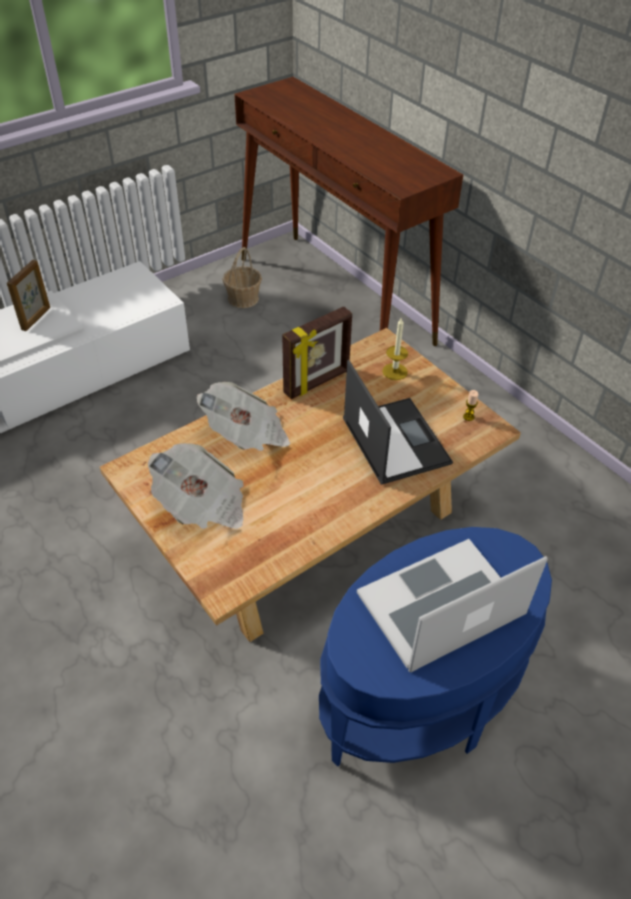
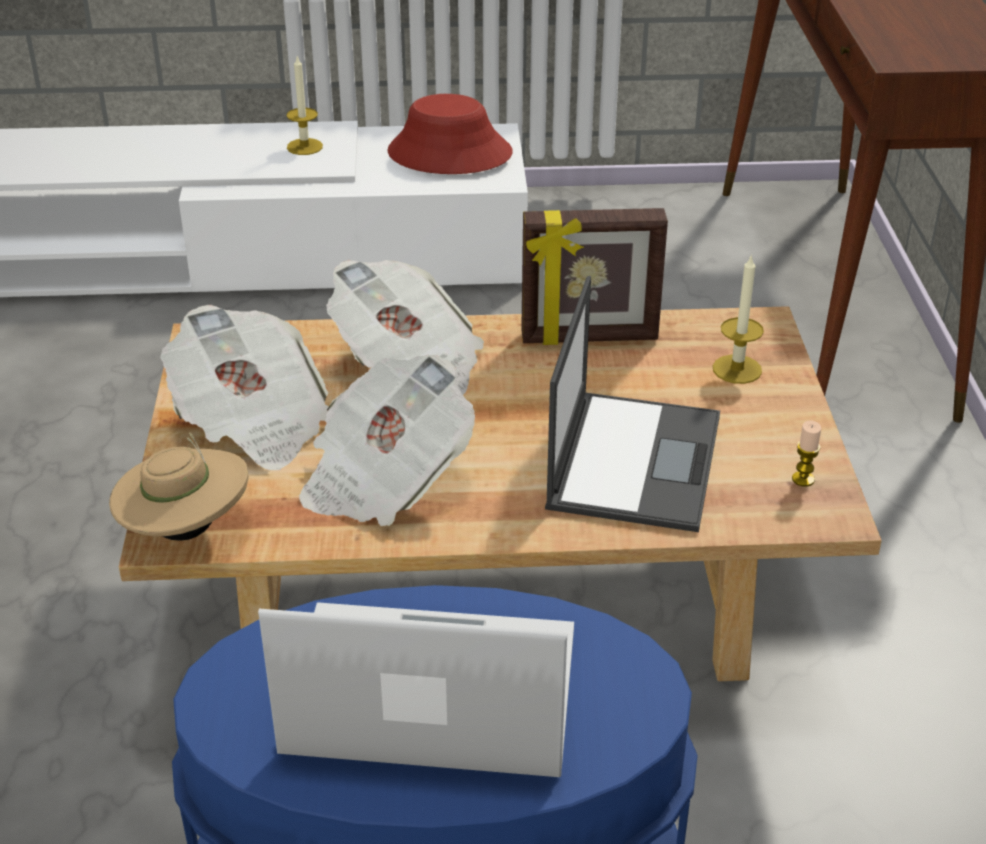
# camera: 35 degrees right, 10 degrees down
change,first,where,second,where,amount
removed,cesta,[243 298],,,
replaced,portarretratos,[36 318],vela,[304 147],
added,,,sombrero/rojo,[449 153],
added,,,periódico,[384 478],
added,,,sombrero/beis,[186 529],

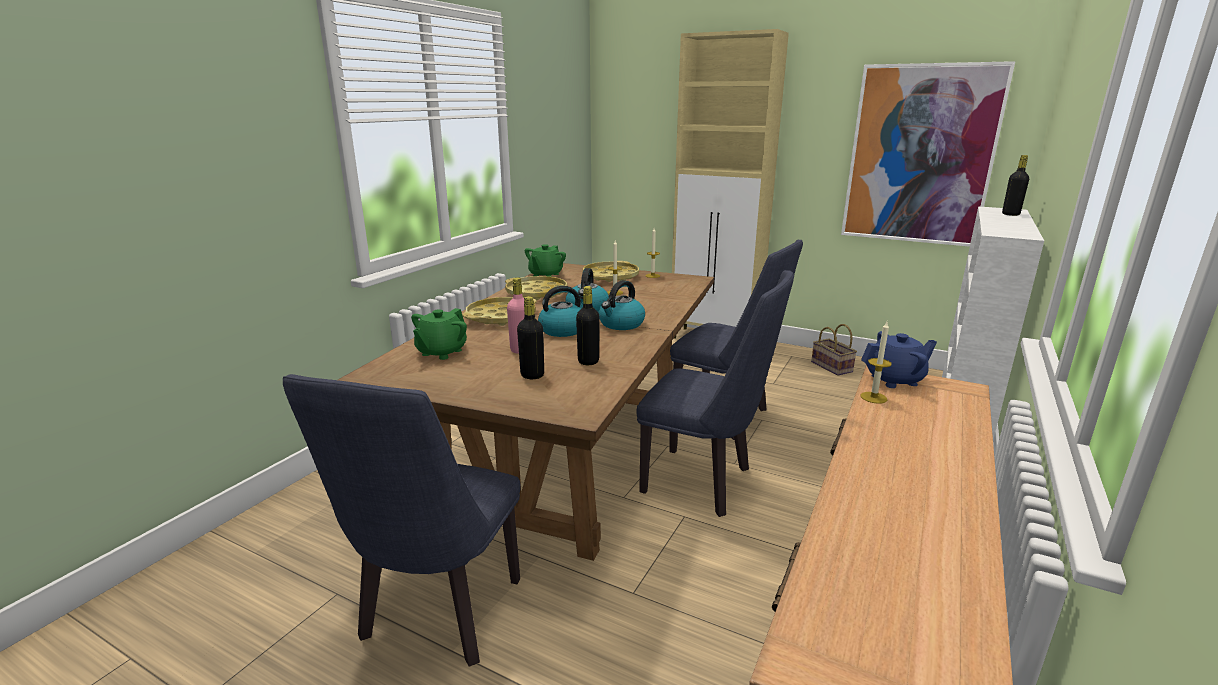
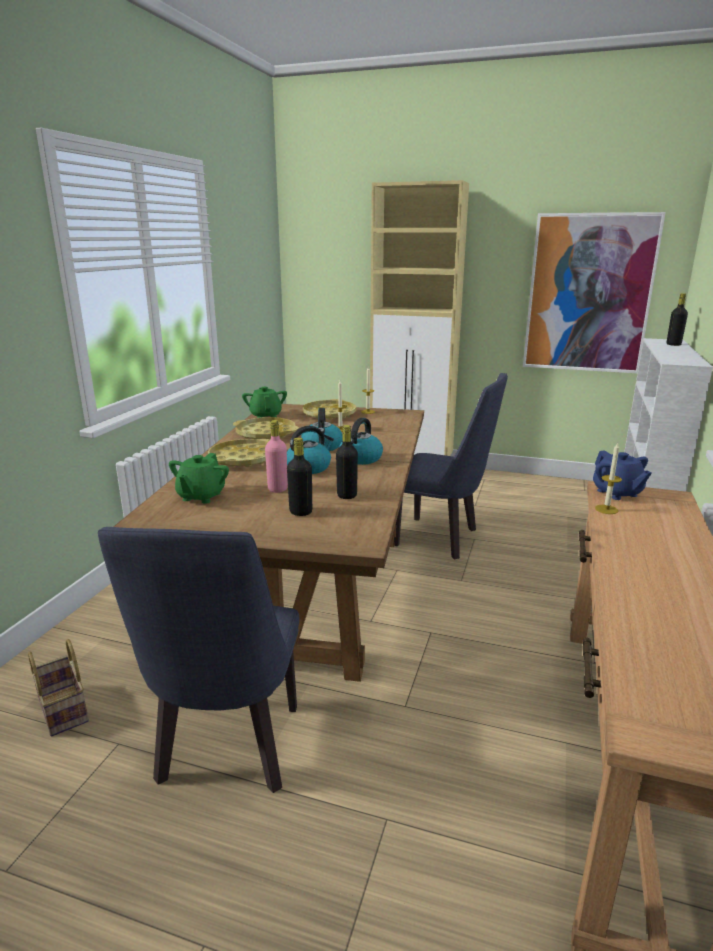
# camera: 10 degrees left, 0 degrees up
change,first,where,second,where,amount
turned,tetera/verde,[545 275],,[266 416],150 degrees clockwise
removed,silla/azul,[706 483],,,
moved,cesta,[833 367],,[65 710],
turned,tetera/azul,[895 380],,[617 493],90 degrees clockwise

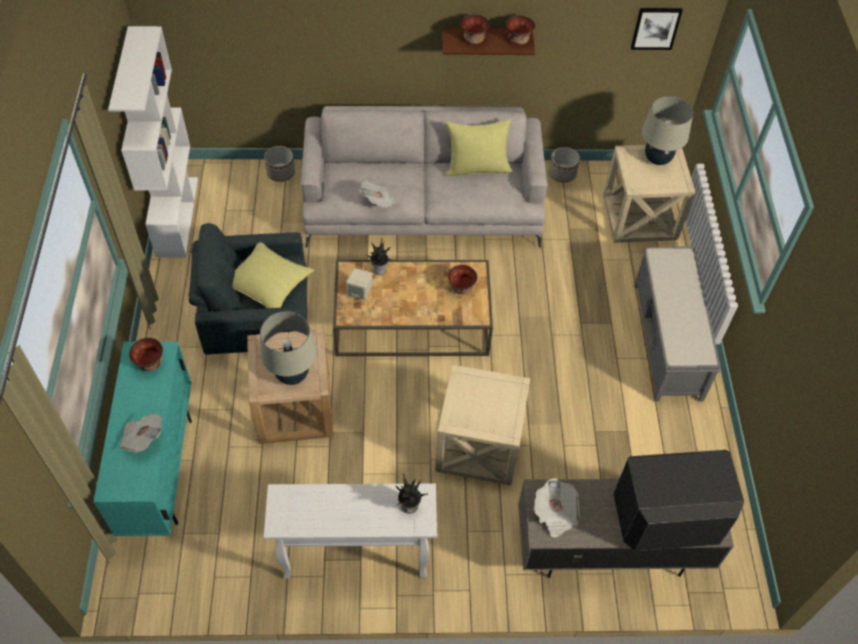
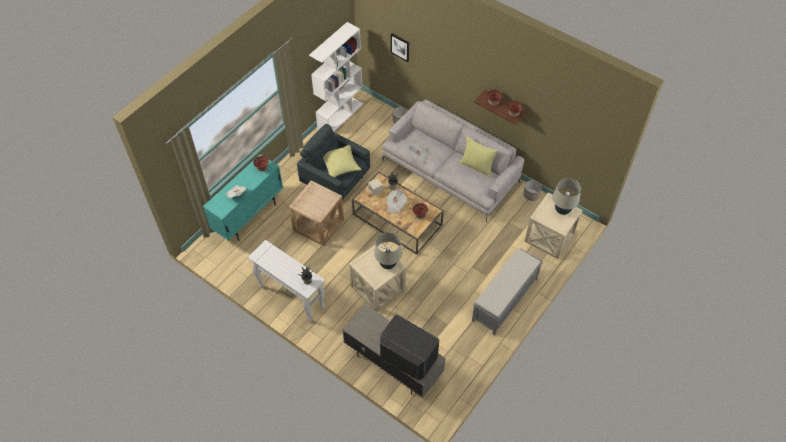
# camera: 40 degrees right, 0 degrees up
change,first,where,second,where,amount
moved,cuadro,[655 28],,[400 47],
moved,lámpara de mesa/beis,[292 375],,[388 264],
moved,periódico,[555 514],,[395 205],

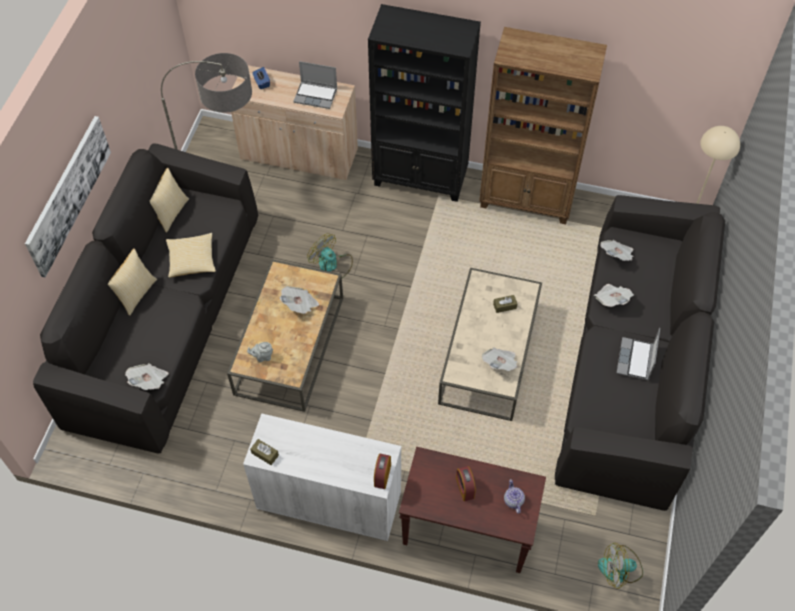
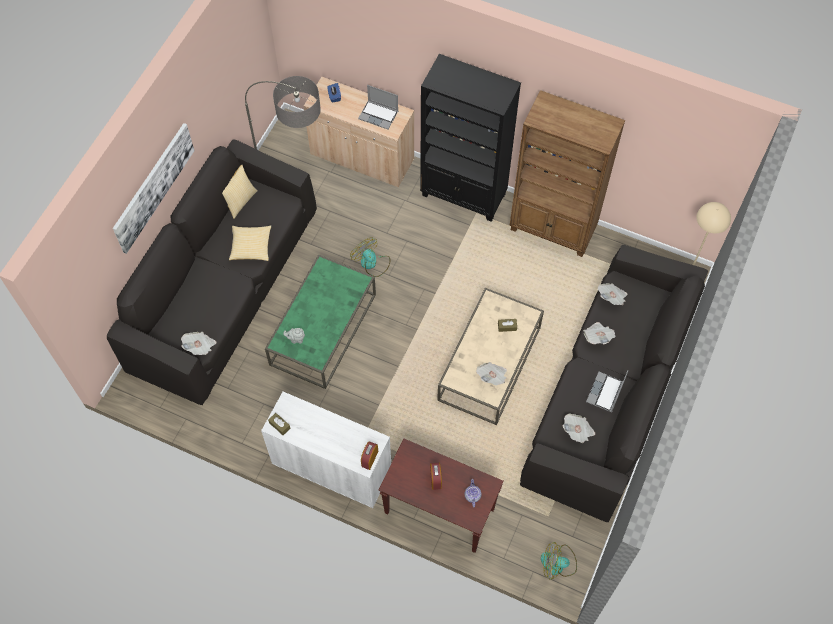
# camera: 10 degrees right, 5 degrees up
change,first,where,second,where,amount
removed,cojín,[136 294],,,
recoloured,mesa de centro/marrón,[289 345],mesa de centro/verde,[322 329],
moved,periódico,[300 305],,[577 431],

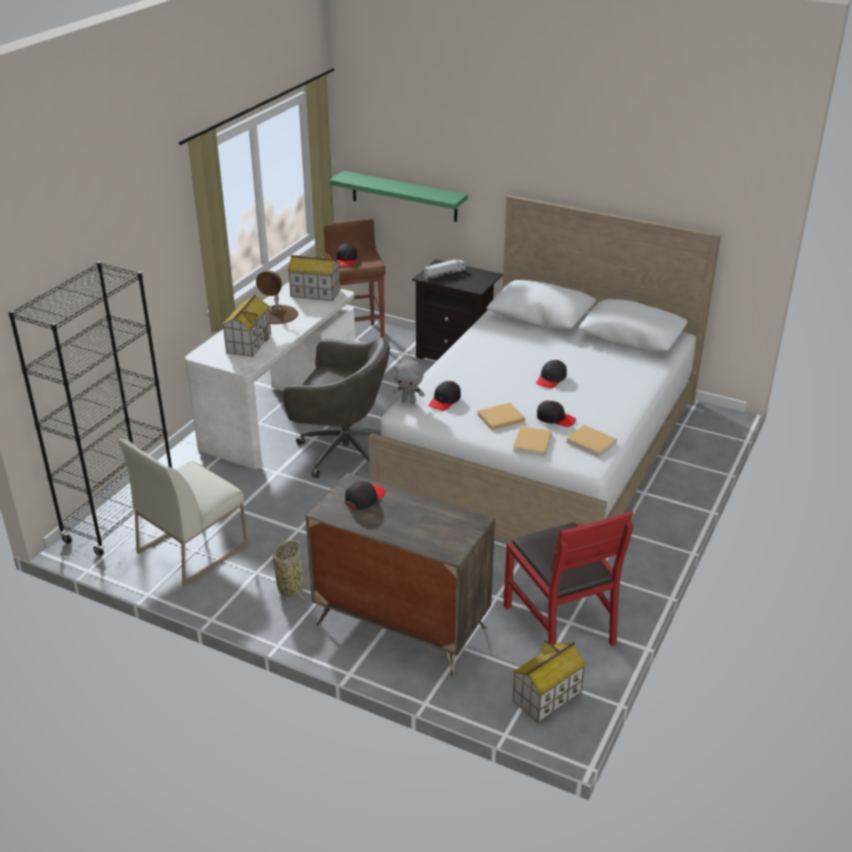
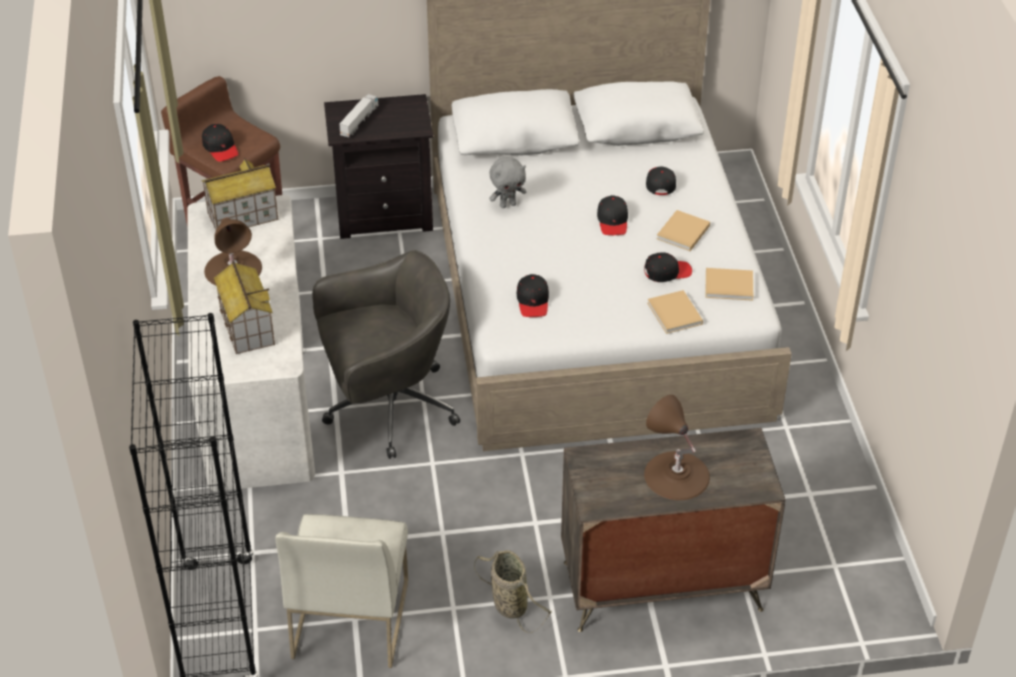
# camera: 35 degrees left, 10 degrees up
change,first,where,second,where,amount
removed,estante/verde,[404 196],,,
moved,peluche/gris,[409 401],,[508 204],
moved,libro/beis,[499 418],,[682 233],
moved,gorra/negro,[365 498],,[660 183],
removed,silla/rojo,[560 623],,,
removed,casita,[547 697],,,
added,,,lámpara de mesa/marrón,[676 475],

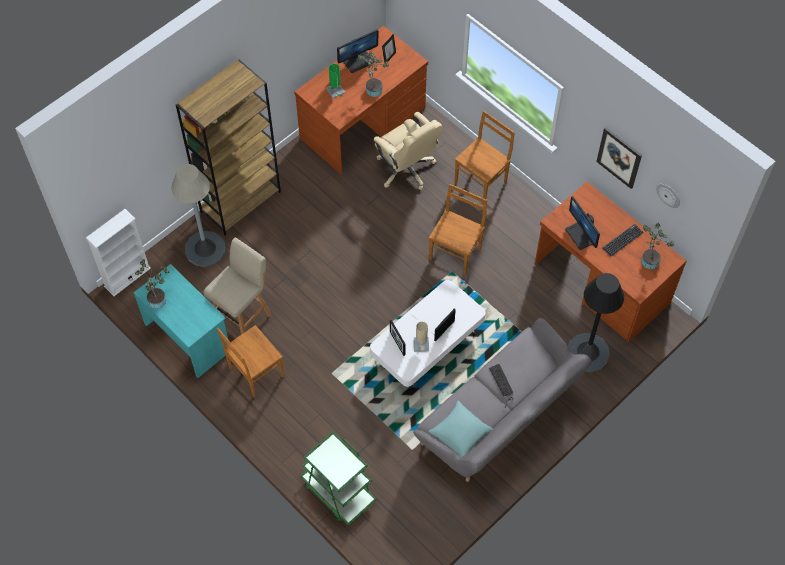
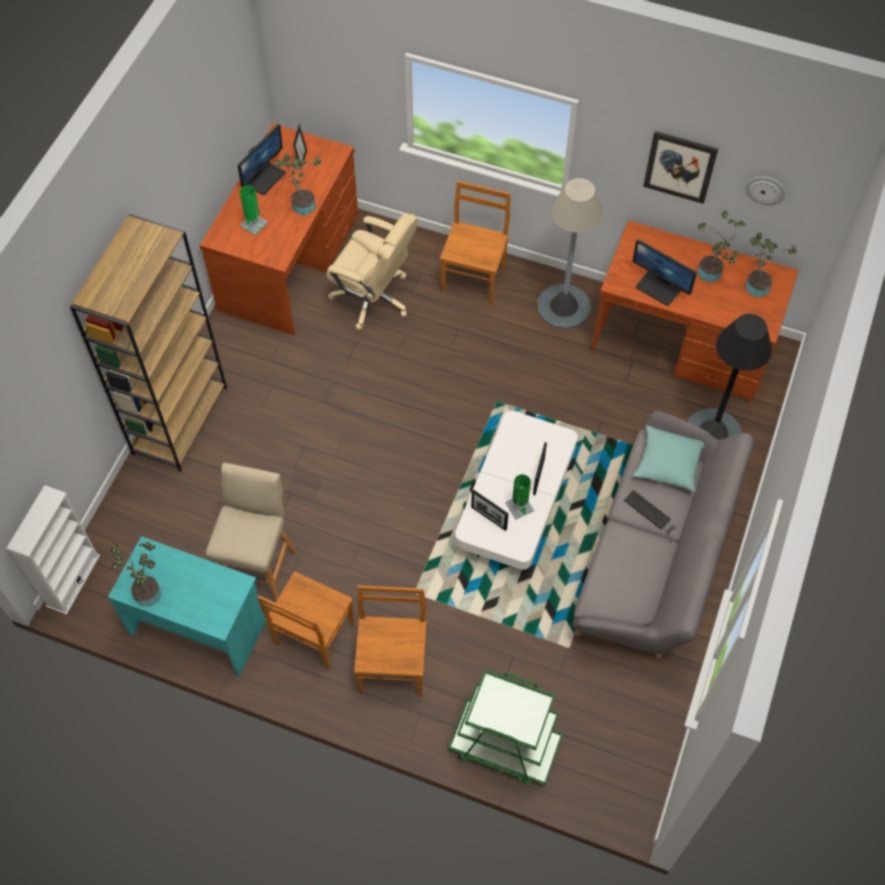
# camera: 25 degrees left, 0 degrees up
change,first,where,second,where,amount
moved,lámpara de pie/gris,[205 249],,[563 307],
moved,silla/marrón,[456 253],,[393 666],
replaced,teclado,[622 240],planta en maceta,[711 274],
recoloured,lámpara de mesa/beis,[421 344],lámpara de mesa/verde,[519 506],
moved,cojín/turquesa,[460 433],,[668 464],

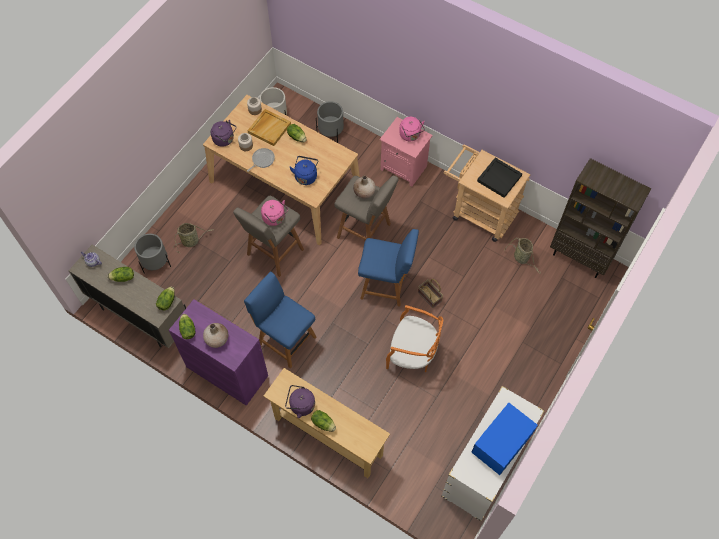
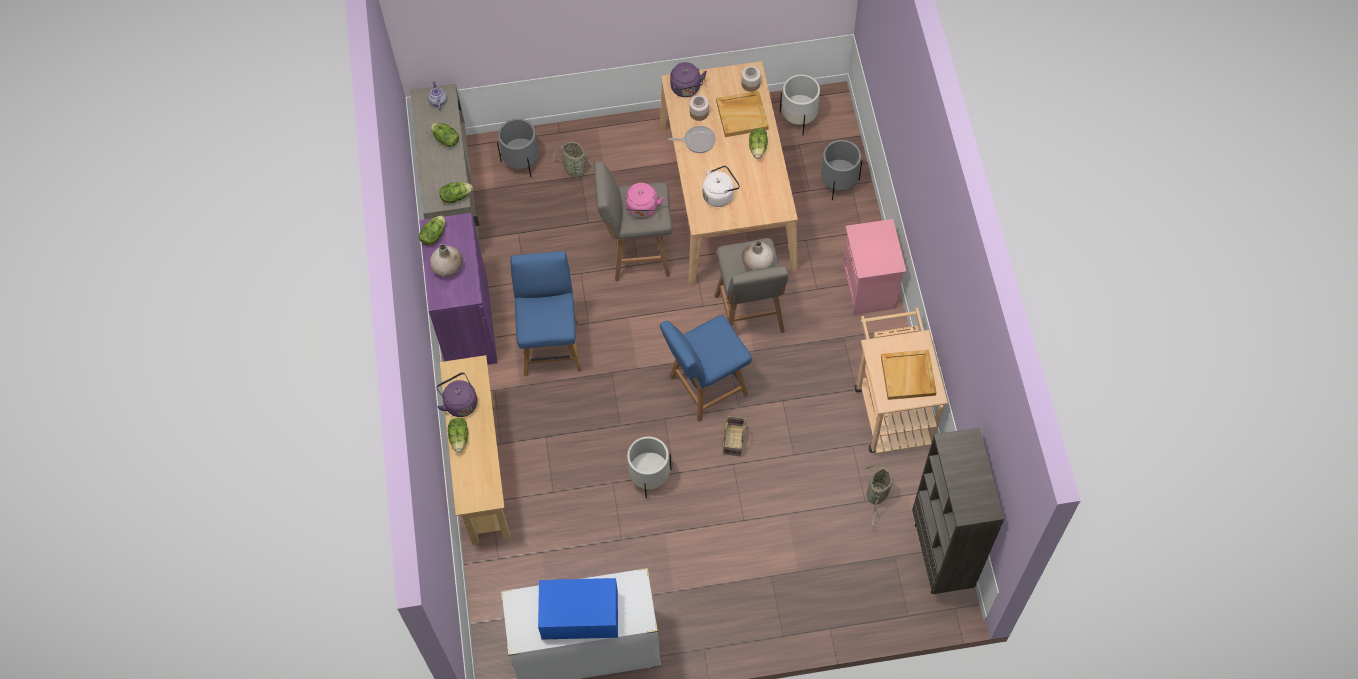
# camera: 50 degrees right, 0 degrees up
change,first,where,second,where,amount
removed,hervidor/rosa,[410 135],,,
recoloured,hervidor/azul,[306 176],hervidor/blanco,[719 194],
recoloured,bandeja/negro,[499 178],bandeja/beis,[908 376],
turned,silla/azul,[386 285],,[705 387],90 degrees clockwise
replaced,silla/naranja,[412 354],maceta/blanco,[649 477],

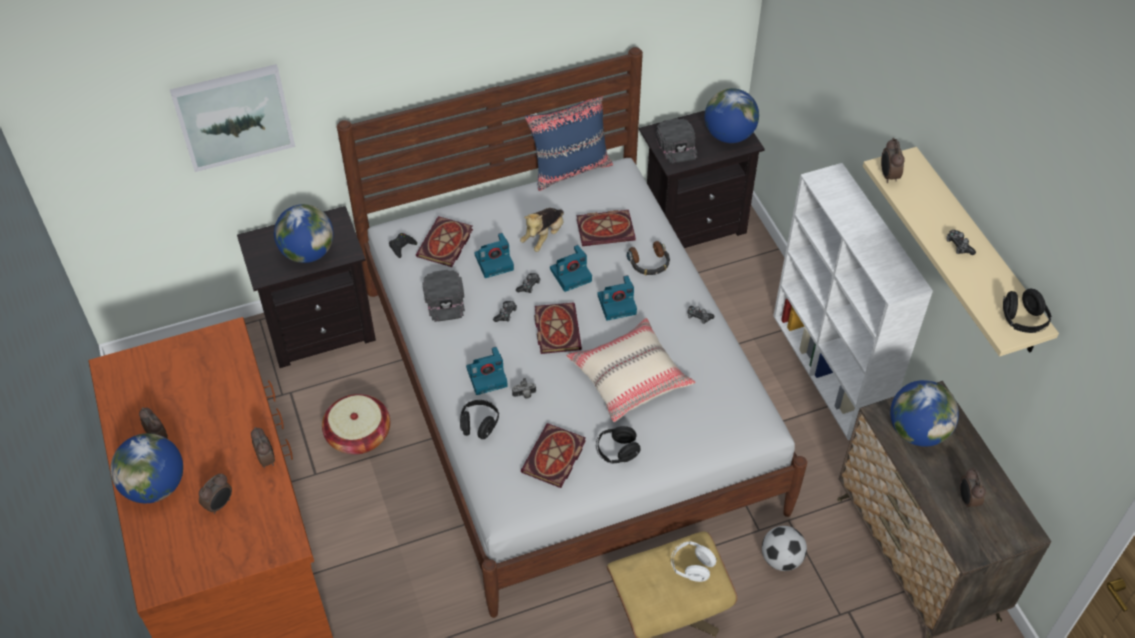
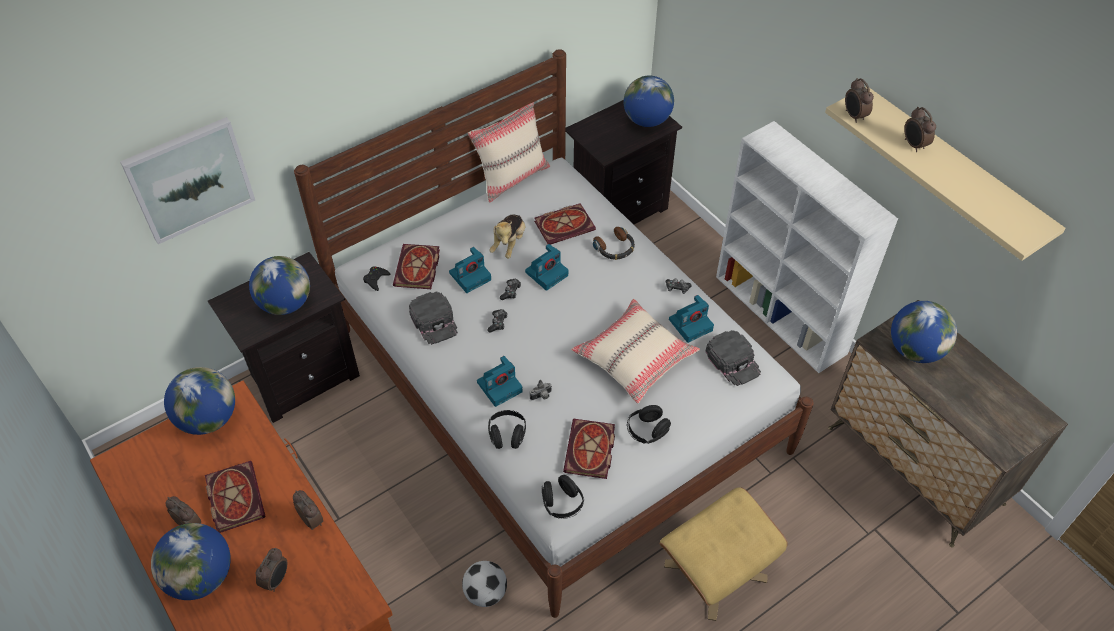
# camera: 15 degrees left, 0 degrees up
change,first,where,second,where,amount
recoloured,cojín/azul,[570 169],cojín/beis,[512 177],
moved,gorra/negro,[677 145],,[733 361],
removed,mando de consola,[958 246],,,
moved,cámara,[617 304],,[691 324],
moved,auriculares/negro,[1022 321],,[562 504],
moved,libro,[556 328],,[233 497],
removed,cesta,[358 435],,,
moved,despertador,[967 500],,[913 145],
moved,balón de fútbol,[781 559],,[485 592],
removed,auriculares/blanco,[691 567],,,
added,,,globo terráqueo,[208 419],

